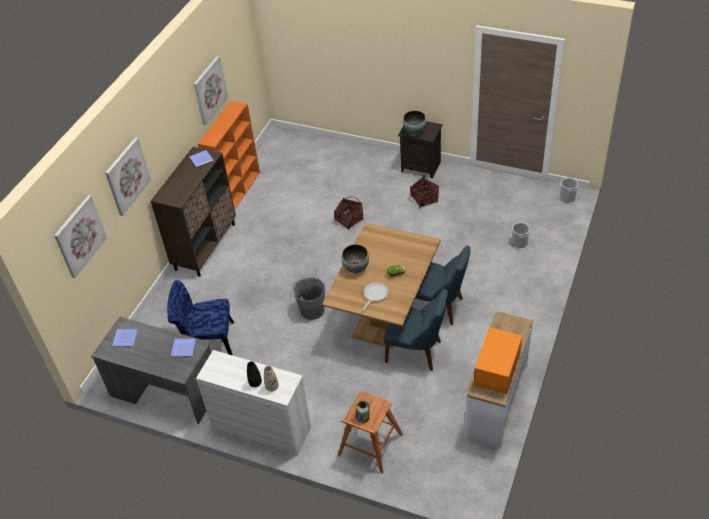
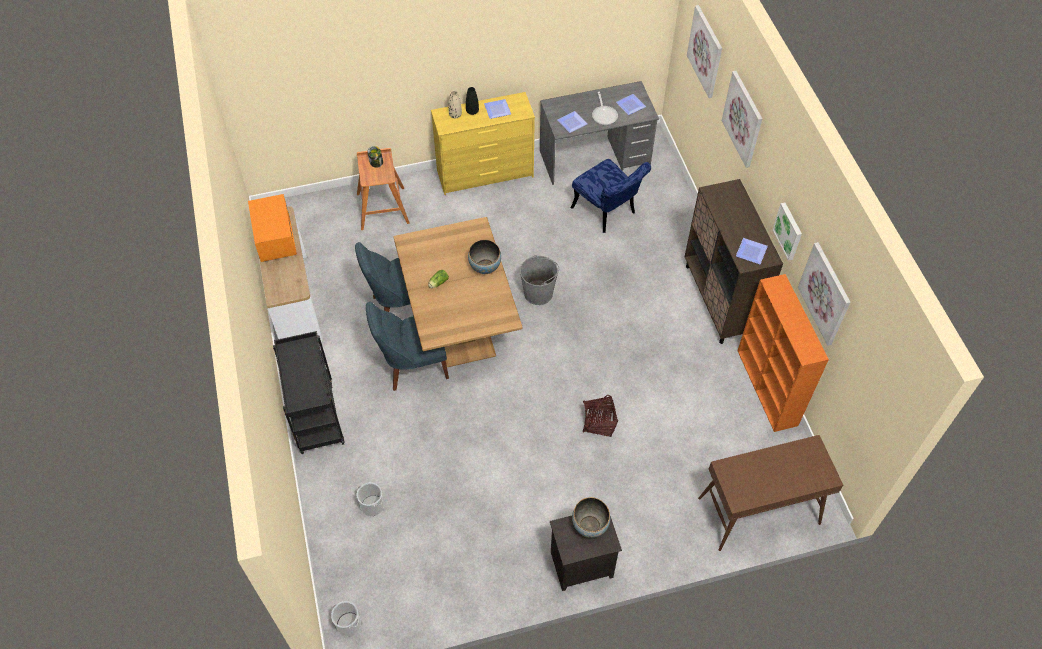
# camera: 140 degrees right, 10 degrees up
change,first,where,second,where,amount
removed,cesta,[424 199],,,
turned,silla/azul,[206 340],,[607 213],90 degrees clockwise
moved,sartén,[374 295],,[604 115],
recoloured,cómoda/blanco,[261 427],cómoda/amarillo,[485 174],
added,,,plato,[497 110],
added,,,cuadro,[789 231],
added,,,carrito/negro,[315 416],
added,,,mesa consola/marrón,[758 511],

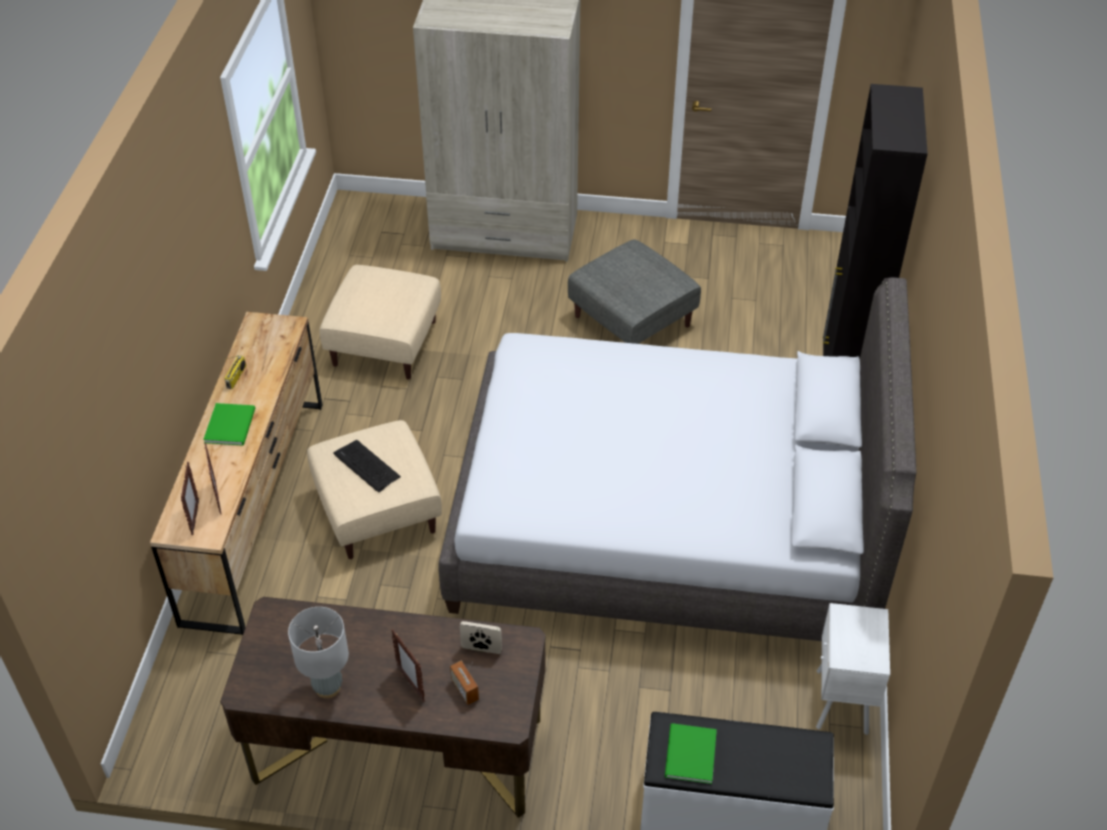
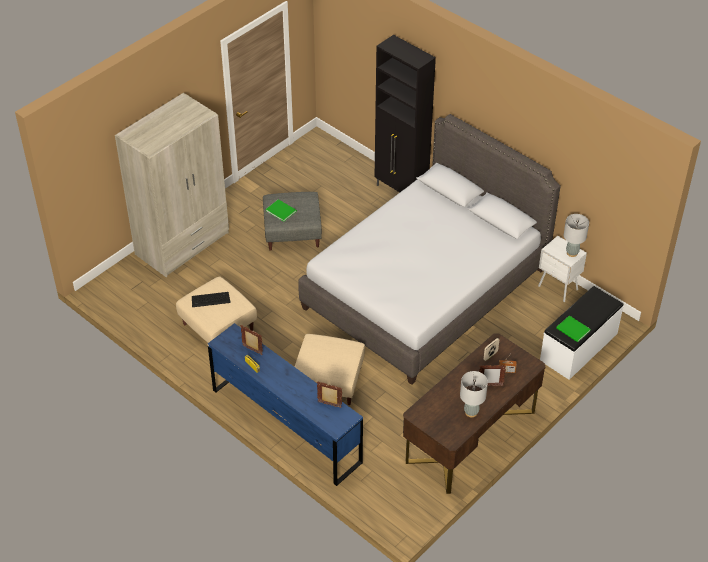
# camera: 55 degrees left, 0 degrees up
change,first,where,second,where,amount
recoloured,cómoda/marrón,[255 508],cómoda/azul,[286 425],
moved,libro/verde,[232 424],,[281 210],
moved,teclado,[366 466],,[210 300],
moved,portarretratos,[195 518],,[252 350],
added,,,lámpara de mesa/gris,[572 253],

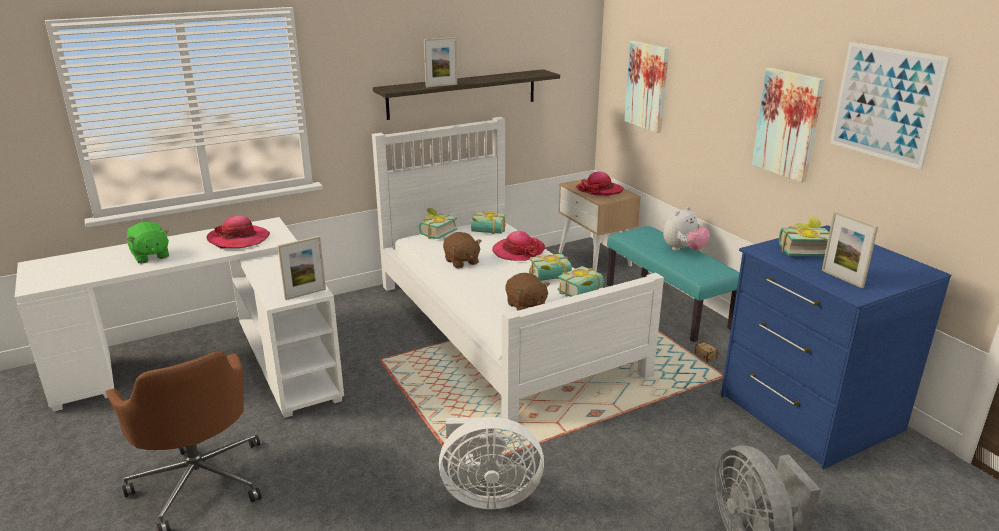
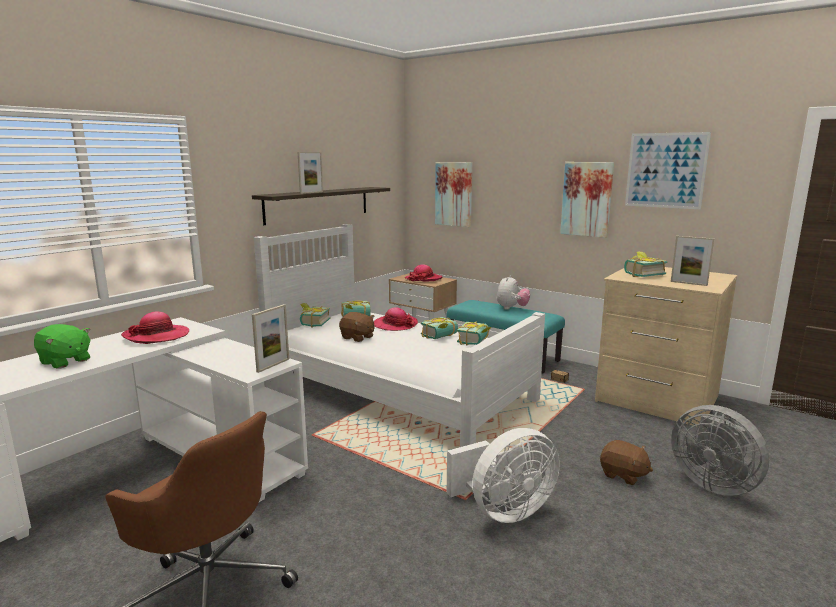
# camera: 25 degrees left, 10 degrees down
change,first,where,second,where,amount
recoloured,cómoda/azul,[808 413],cómoda/beis,[656 399],
moved,peluche/marrón,[526 306],,[623 475],

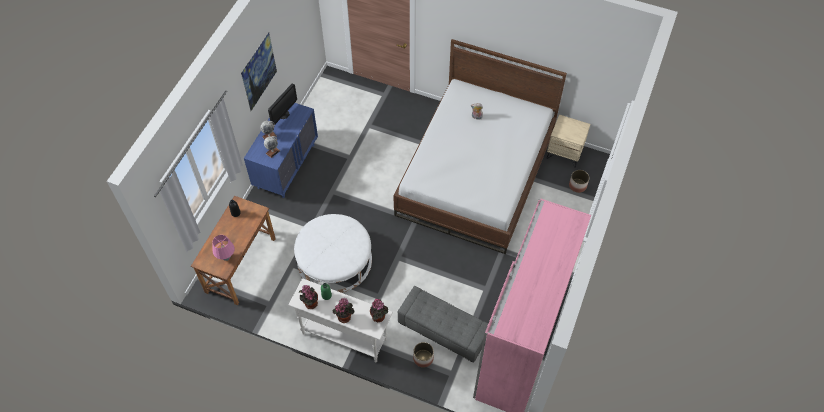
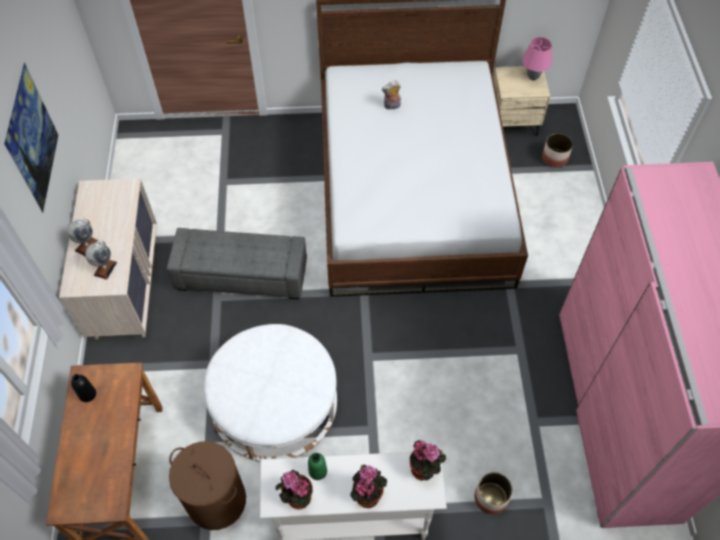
# camera: 25 degrees left, 0 degrees up
change,first,where,second,where,amount
removed,monitor,[284 114],,,
recoloured,cómoda/azul,[286 166],cómoda/beis,[126 286],
moved,lámpara de mesa/rosa,[226 257],,[532 77],
moved,puf/gris,[443 330],,[241 276],
added,,,cesto de la ropa/marrón,[216 500],

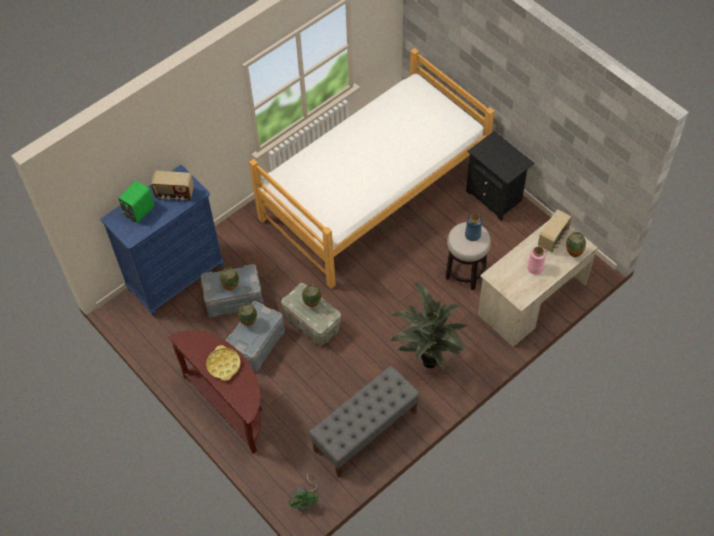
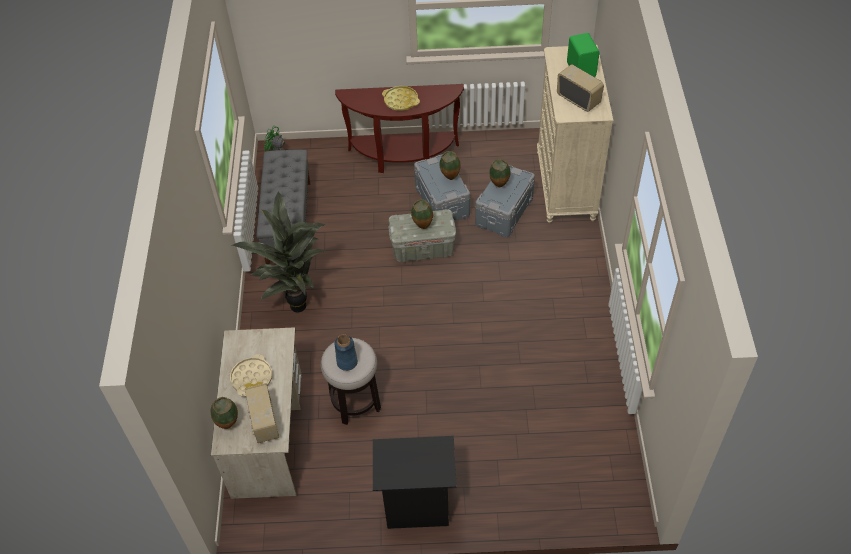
# camera: 130 degrees right, 5 degrees down
change,first,where,second,where,amount
removed,cama,[374 194],,,
recoloured,cómoda/azul,[176 277],cómoda/beis,[566 186],
turned,radio,[175 194],,[578 99],90 degrees clockwise
replaced,florero/rosa,[535 268],bandeja/beis,[252 378],

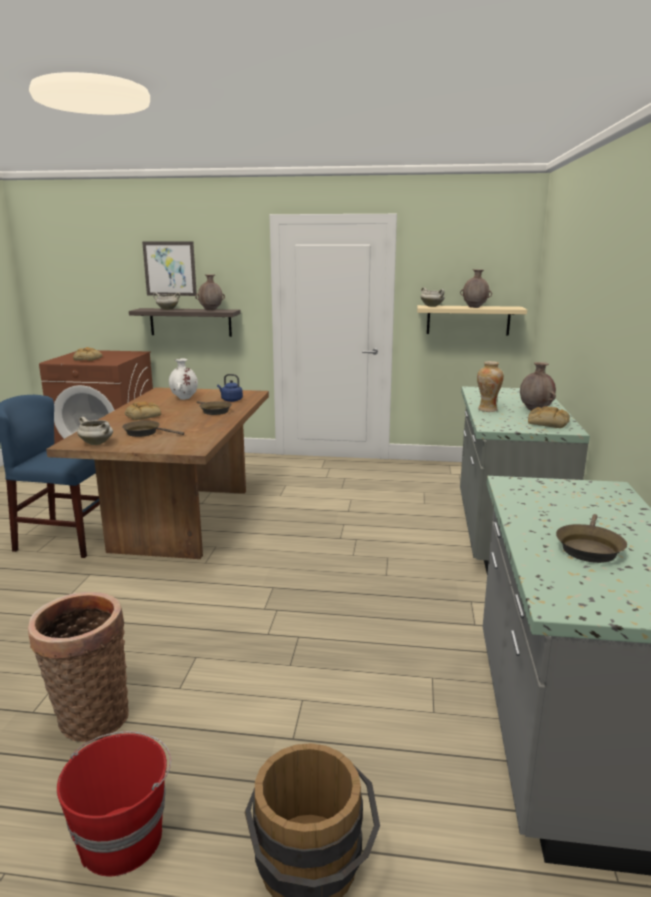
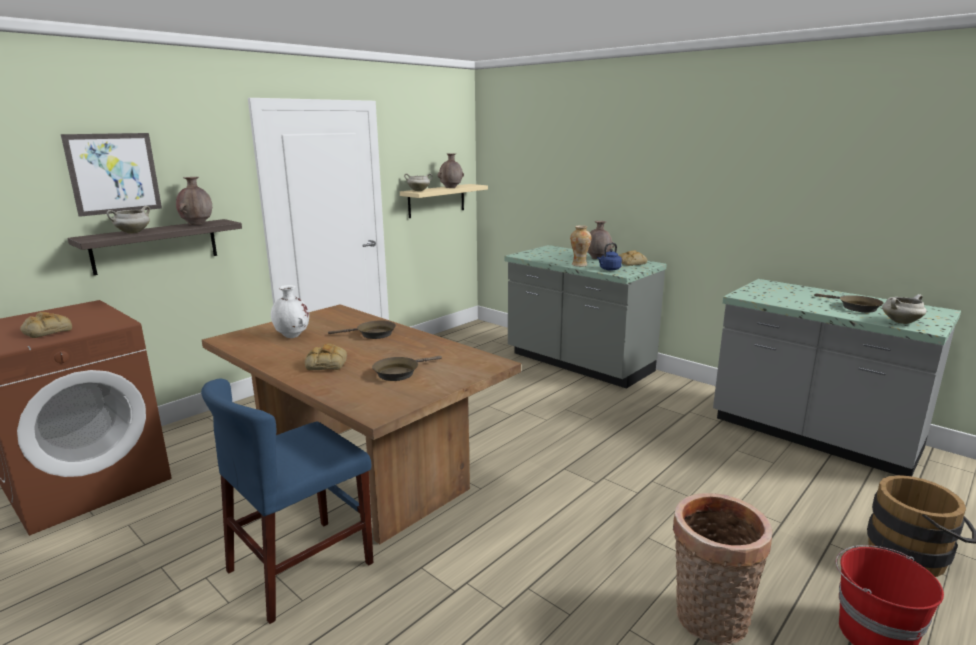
# camera: 55 degrees left, 0 degrees up
change,first,where,second,where,amount
moved,hervidor/azul,[230 400],,[609 269],
moved,olla/blanco,[97 443],,[901 322],

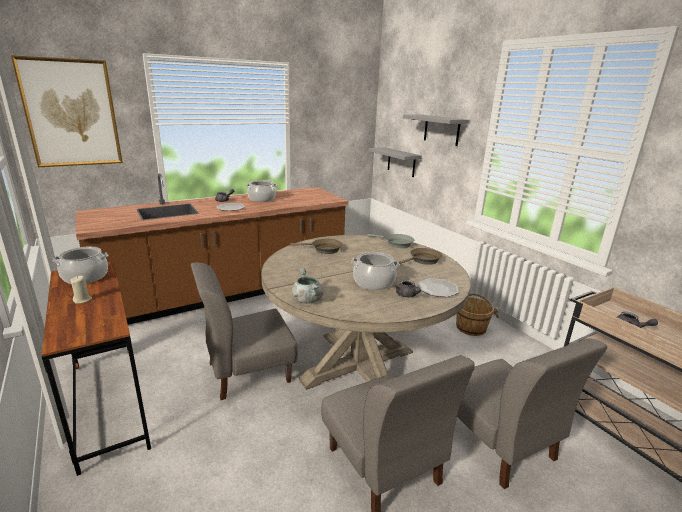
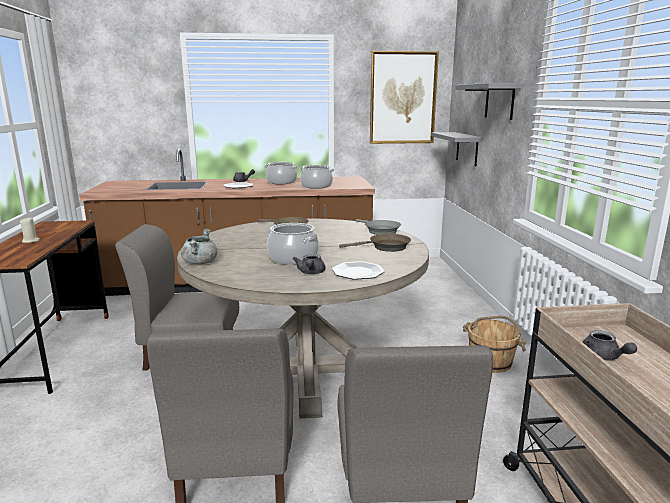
# camera: 25 degrees right, 5 degrees down
change,first,where,second,where,amount
moved,cuadro,[71 113],,[402 98],
moved,olla,[85 277],,[316 186],

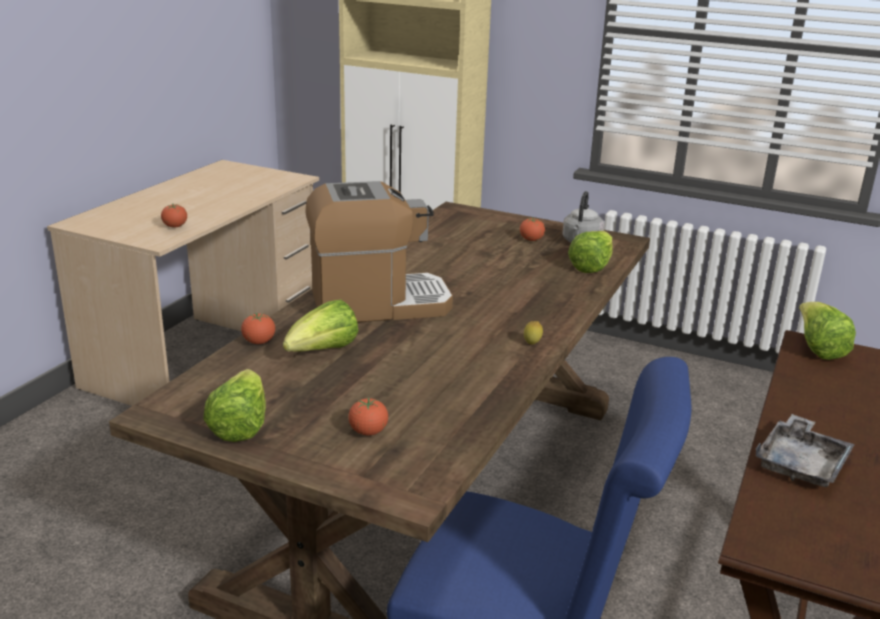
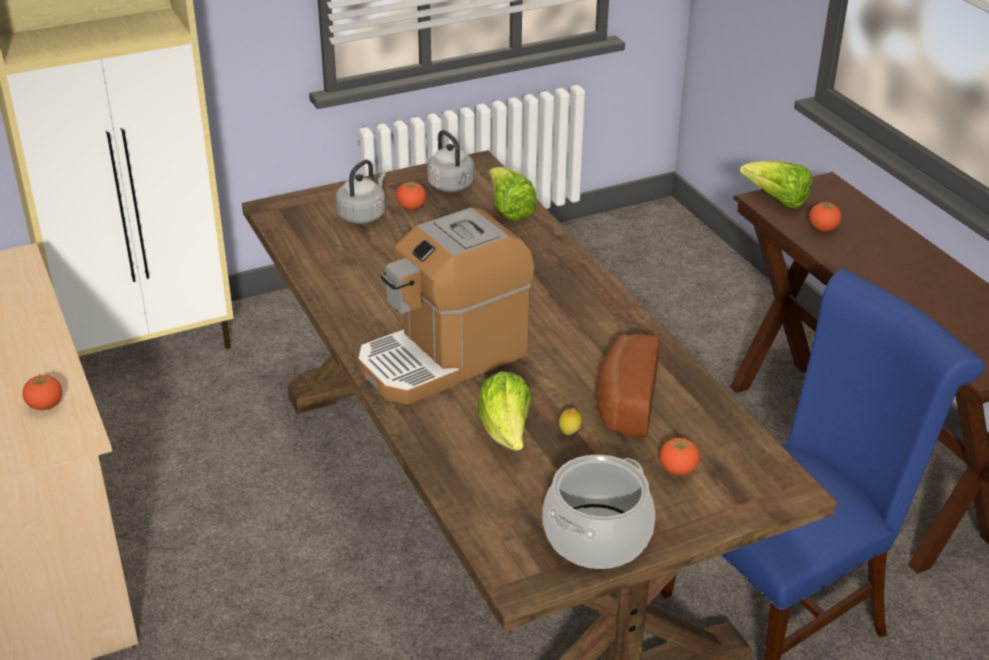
# camera: 50 degrees left, 10 degrees up
change,first,where,second,where,amount
turned,cafetera,[378 304],,[443 358],150 degrees counterclockwise
moved,tomate,[259 342],,[823 229],
moved,limón,[532 344],,[569 433],
replaced,lechuga,[240 426],olla,[597 537],
removed,bandeja/gris,[801 464],,,
added,,,hervidor/gris,[363 215],
added,,,pan,[624 402],

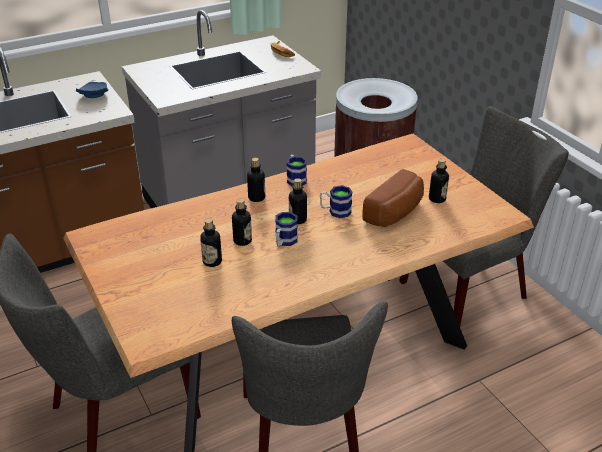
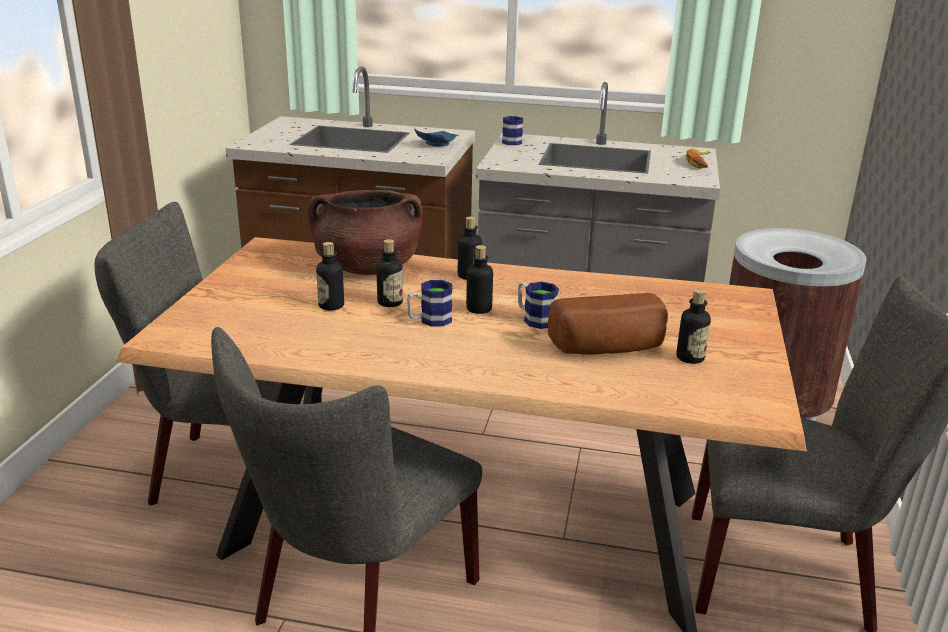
# camera: 40 degrees right, 10 degrees down
change,first,where,second,where,amount
moved,taza grande,[295 178],,[513 141],
added,,,olla/marrón,[367 268],

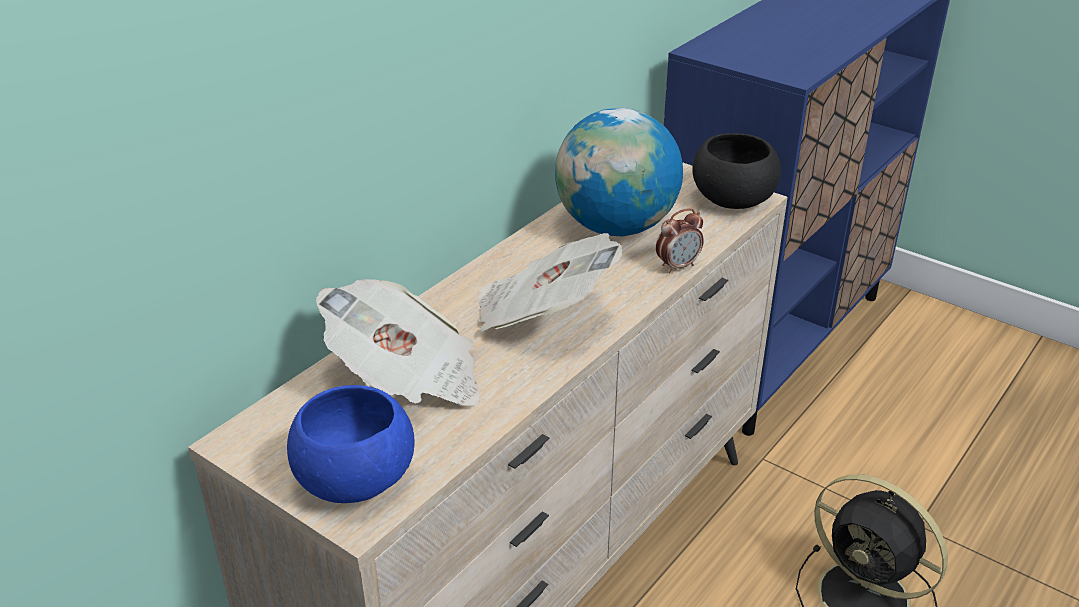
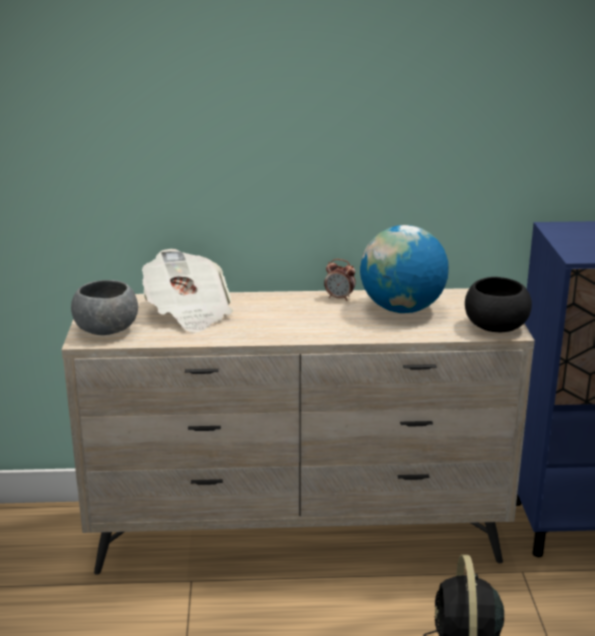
# camera: 50 degrees right, 10 degrees down
change,first,where,second,where,amount
moved,despertador,[678 266],,[339 298],
removed,periódico,[542 314],,,
recoloured,cuenco/azul,[355 478],cuenco/gris,[107 329],

